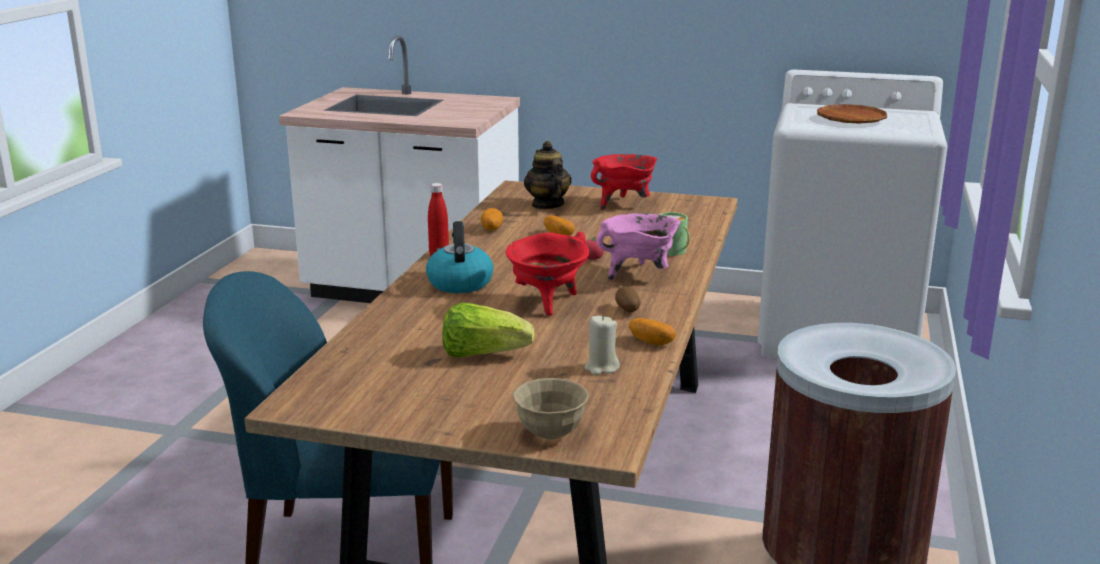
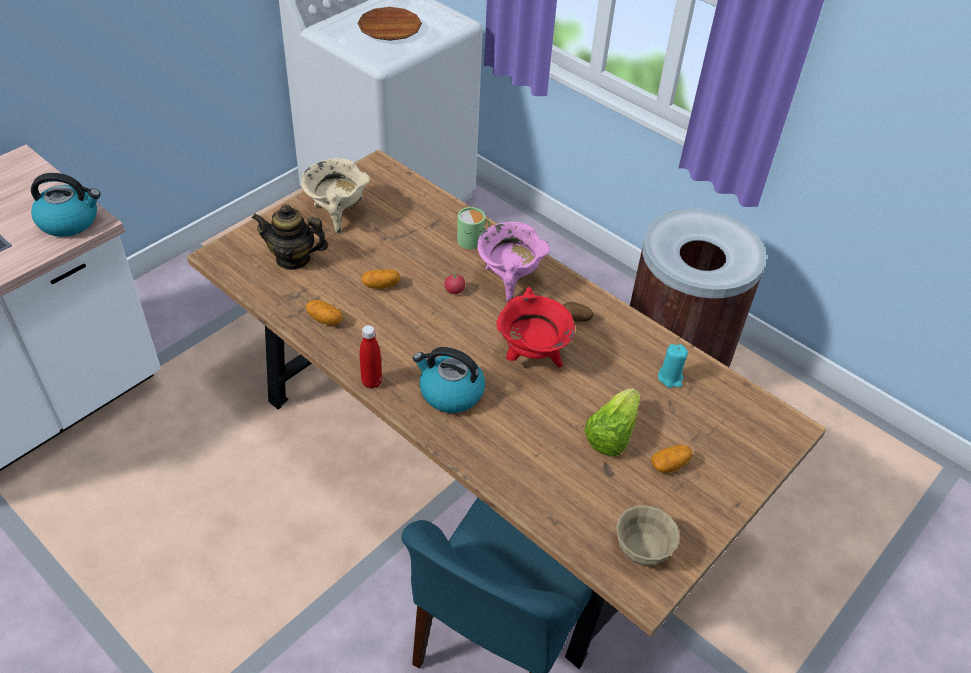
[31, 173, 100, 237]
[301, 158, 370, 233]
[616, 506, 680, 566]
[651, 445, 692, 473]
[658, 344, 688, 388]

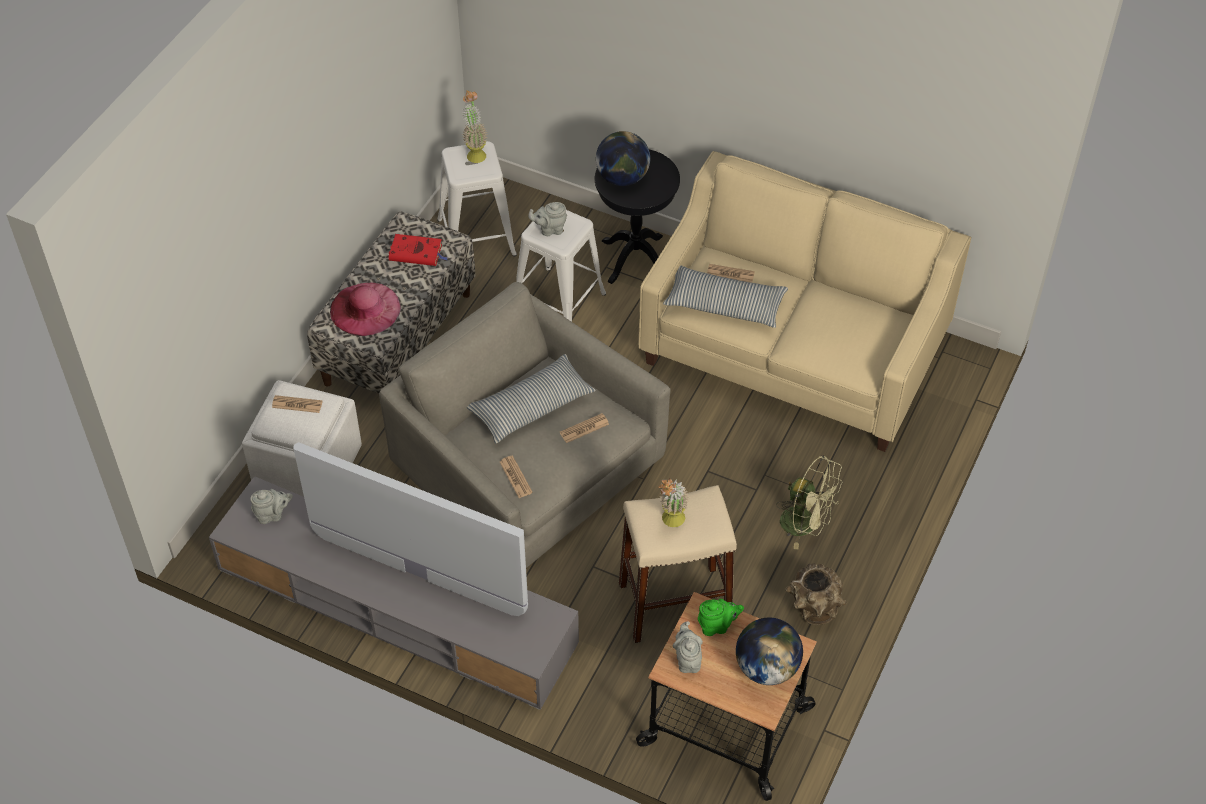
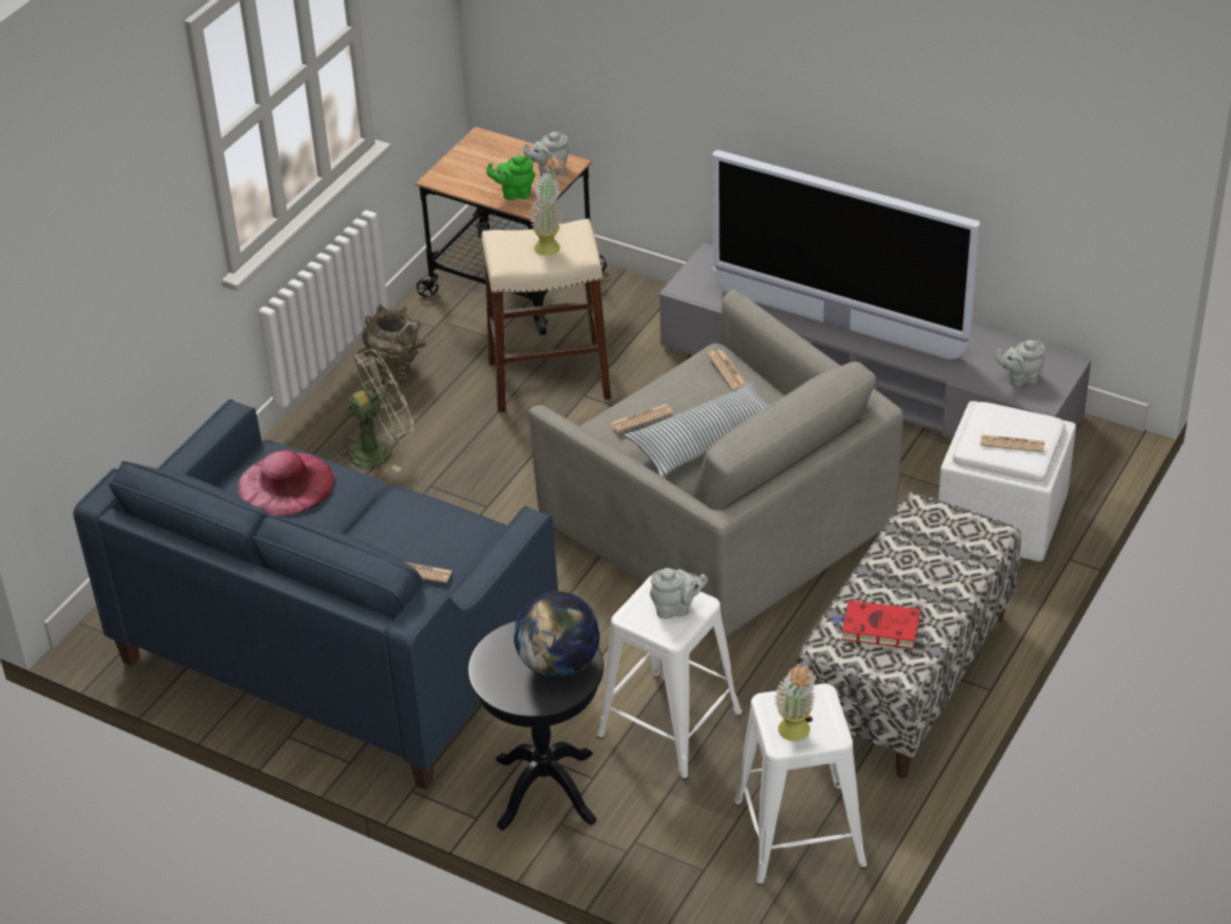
[73, 399, 558, 790]
[238, 450, 335, 517]
[334, 349, 413, 472]
[523, 132, 569, 177]
[663, 265, 788, 328] (first image)
[736, 618, 803, 685] (first image)

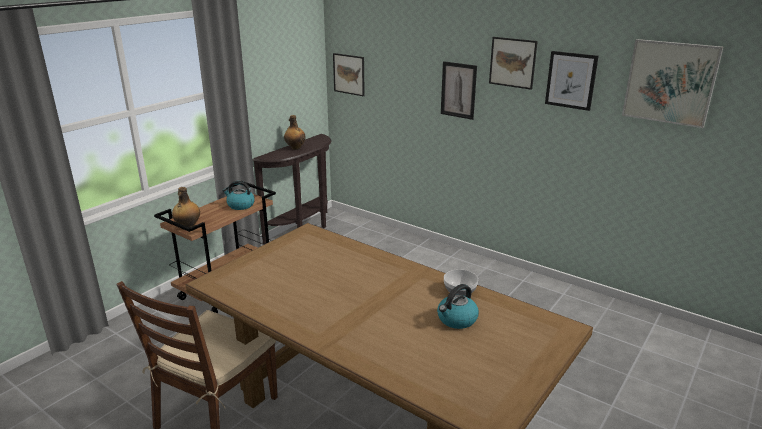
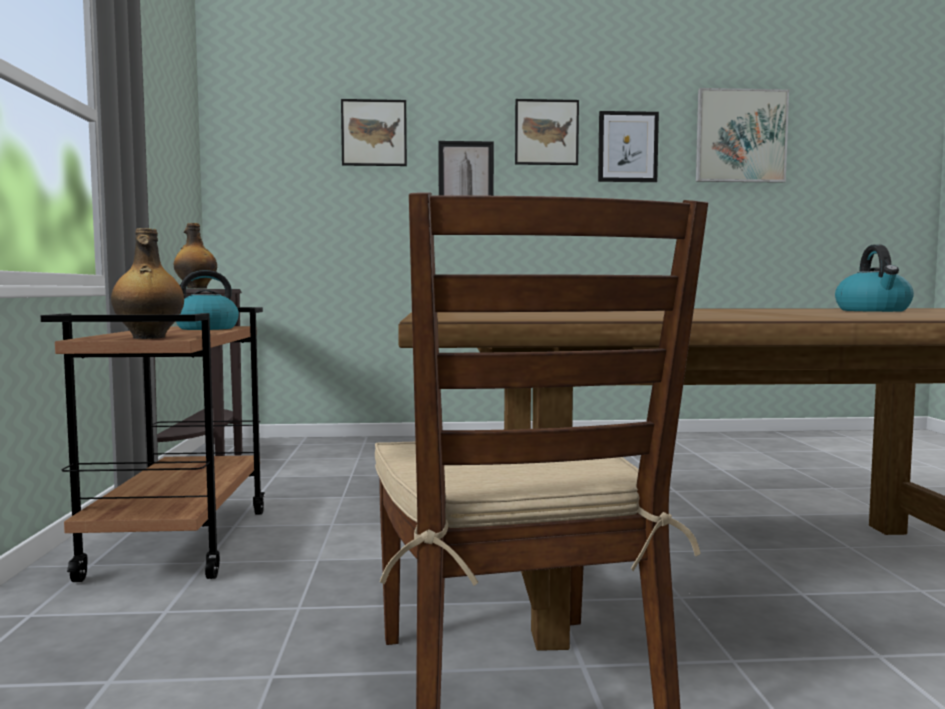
[341, 99, 407, 166]
[444, 269, 478, 296] (first image)

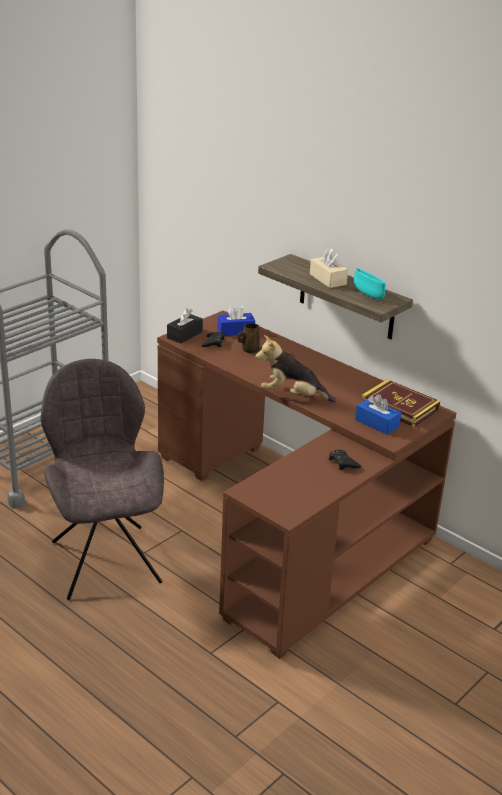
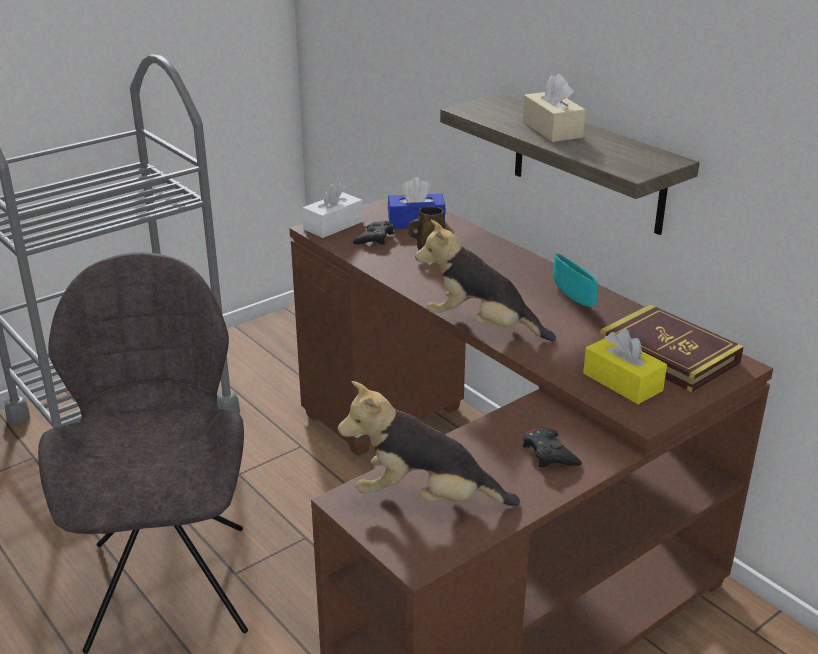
[302, 182, 363, 238]
[338, 381, 520, 506]
[553, 254, 598, 307]
[583, 329, 667, 404]

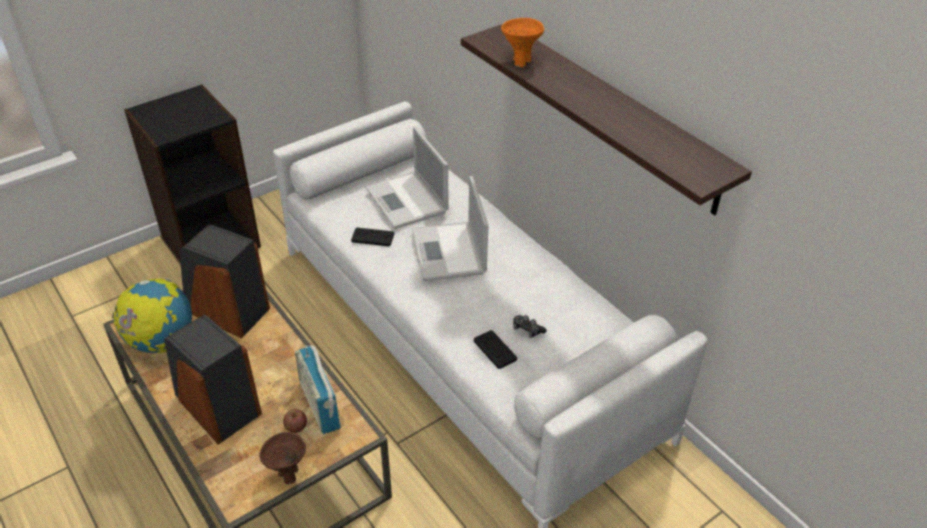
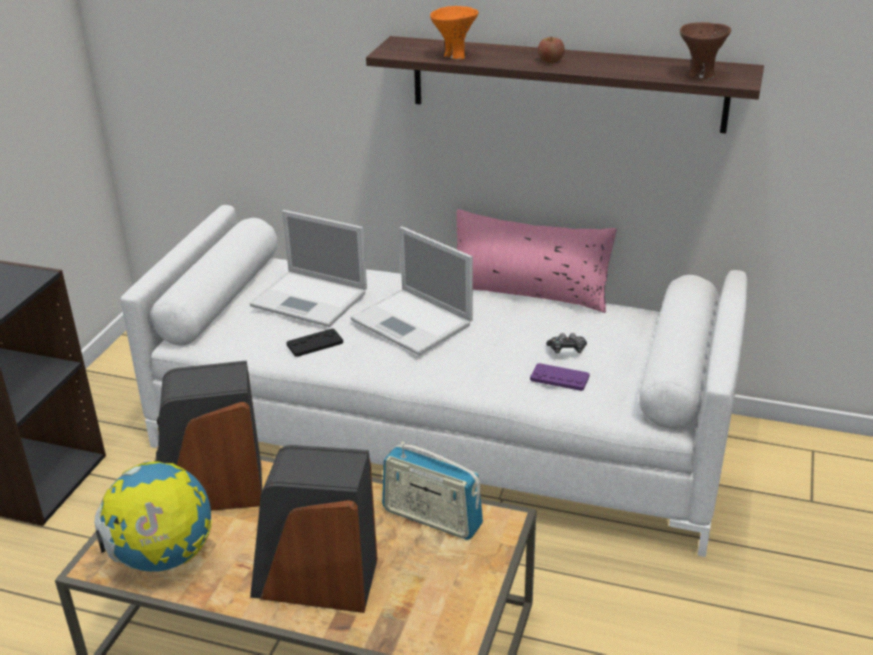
[456, 209, 617, 313]
[530, 363, 590, 391]
[538, 37, 565, 63]
[680, 22, 731, 79]

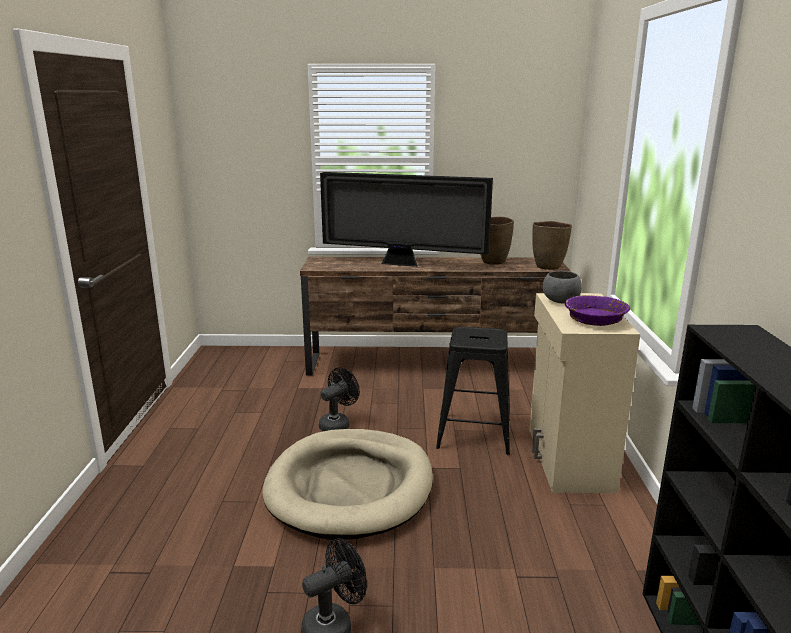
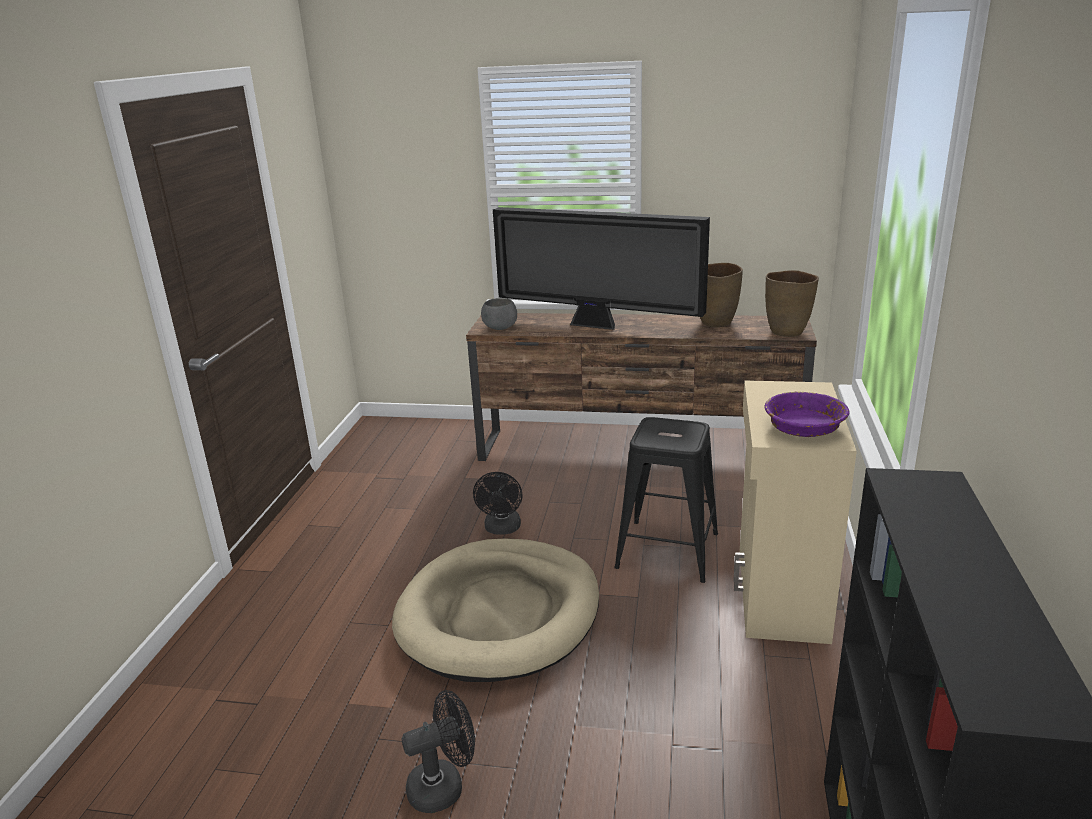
[473, 472, 523, 535]
[481, 298, 517, 330]

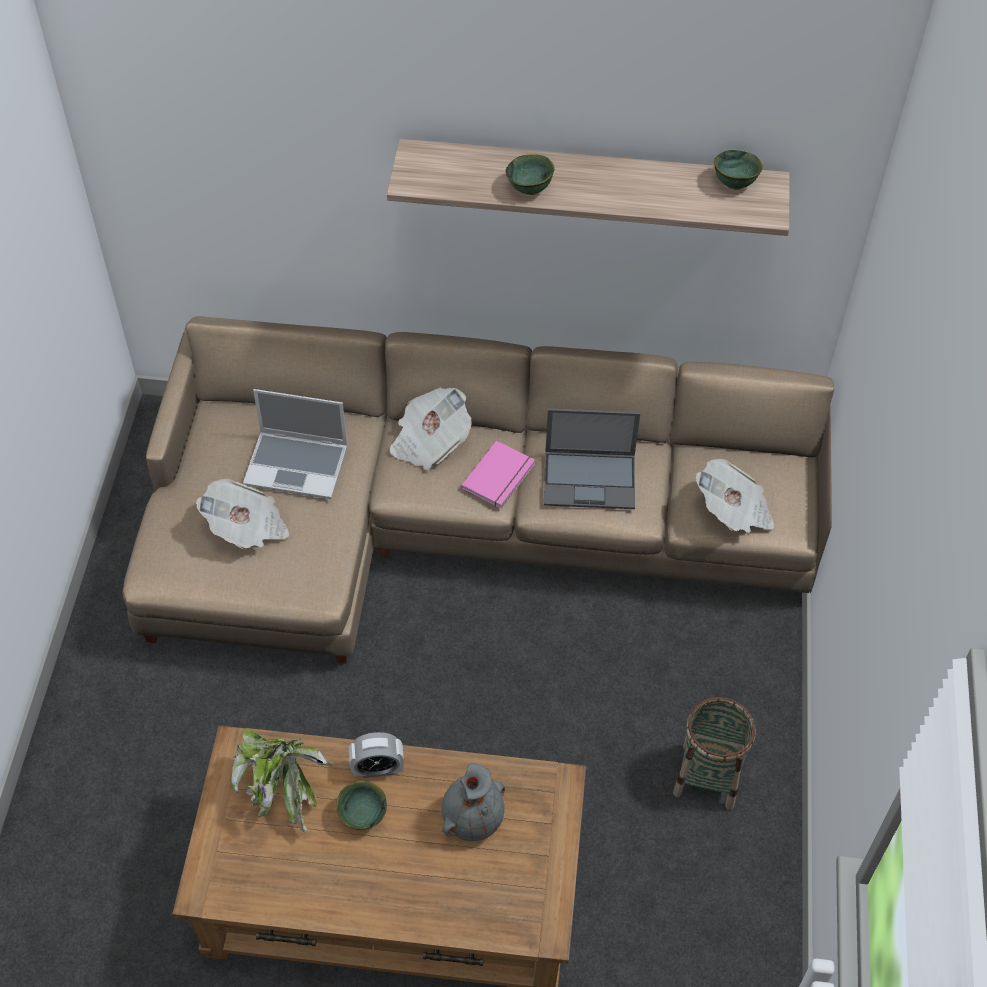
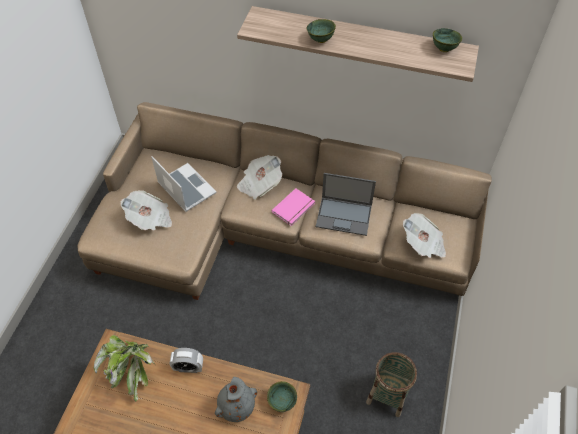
[151, 156, 217, 212]
[267, 381, 297, 412]

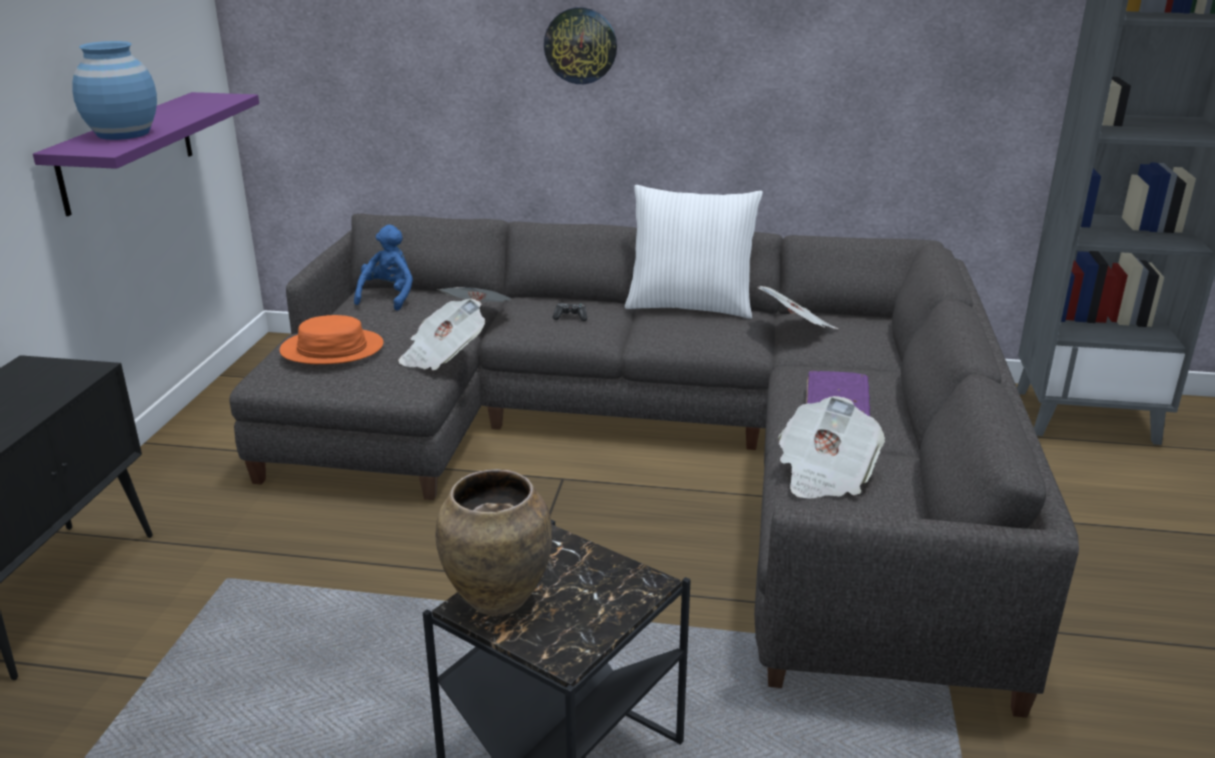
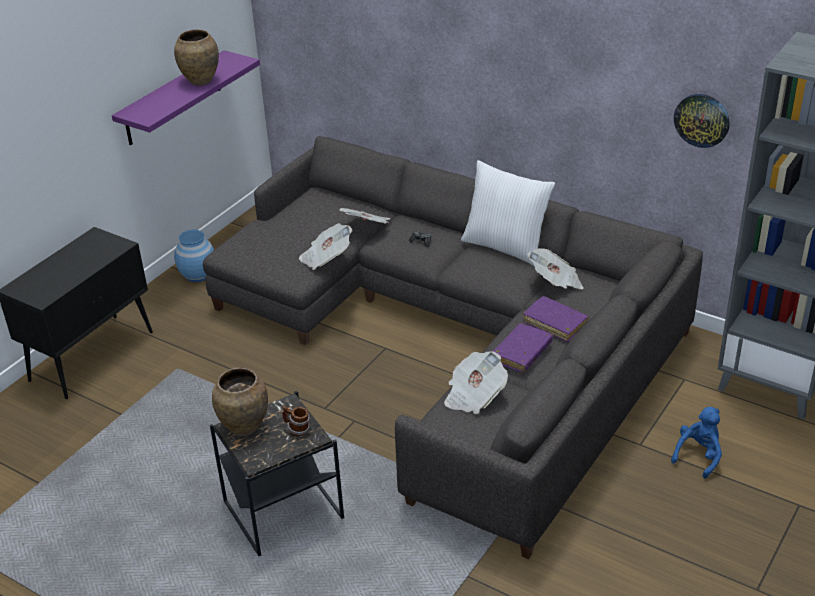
[174, 29, 219, 86]
[174, 230, 214, 282]
[282, 406, 310, 436]
[523, 296, 589, 342]
[671, 407, 722, 478]
[674, 94, 730, 148]
[280, 315, 384, 364] (first image)

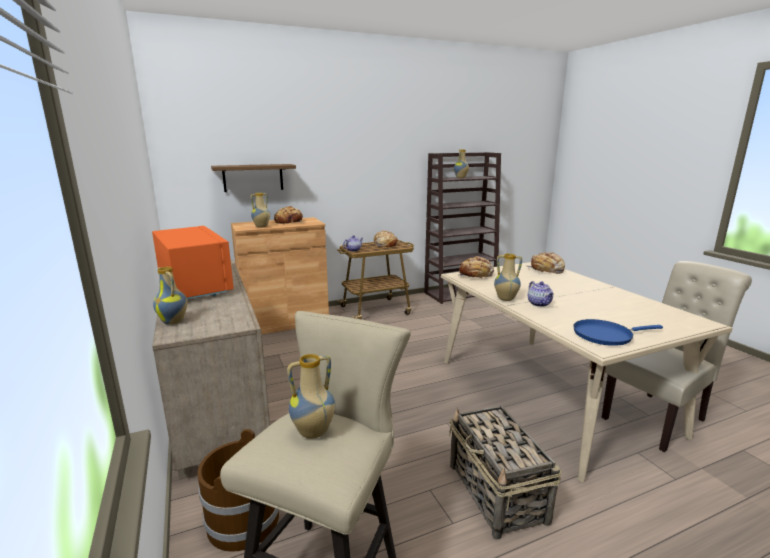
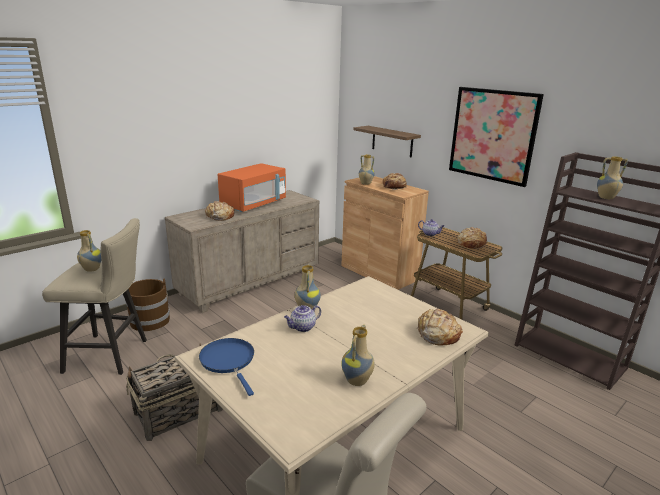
[205, 201, 234, 221]
[341, 325, 375, 386]
[449, 87, 544, 187]

